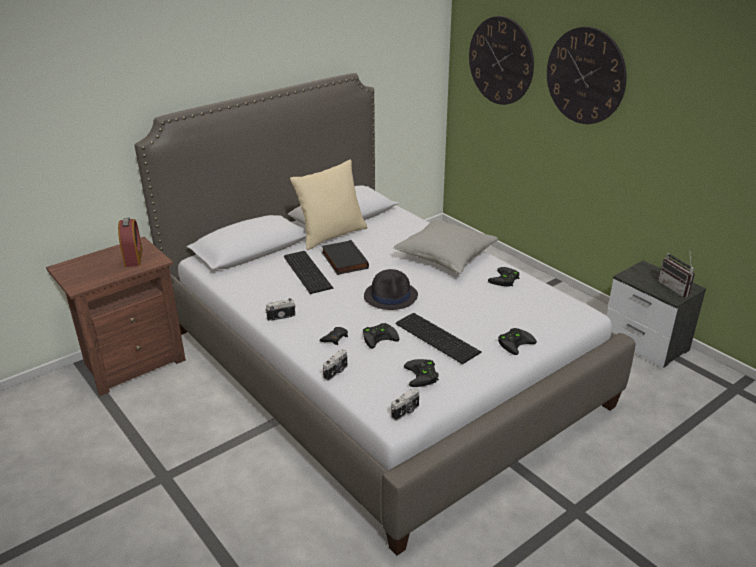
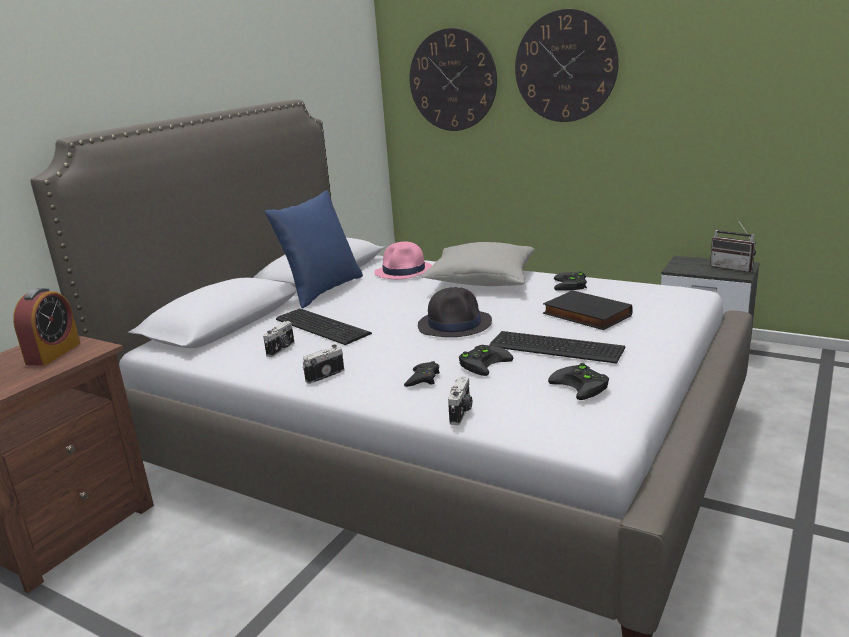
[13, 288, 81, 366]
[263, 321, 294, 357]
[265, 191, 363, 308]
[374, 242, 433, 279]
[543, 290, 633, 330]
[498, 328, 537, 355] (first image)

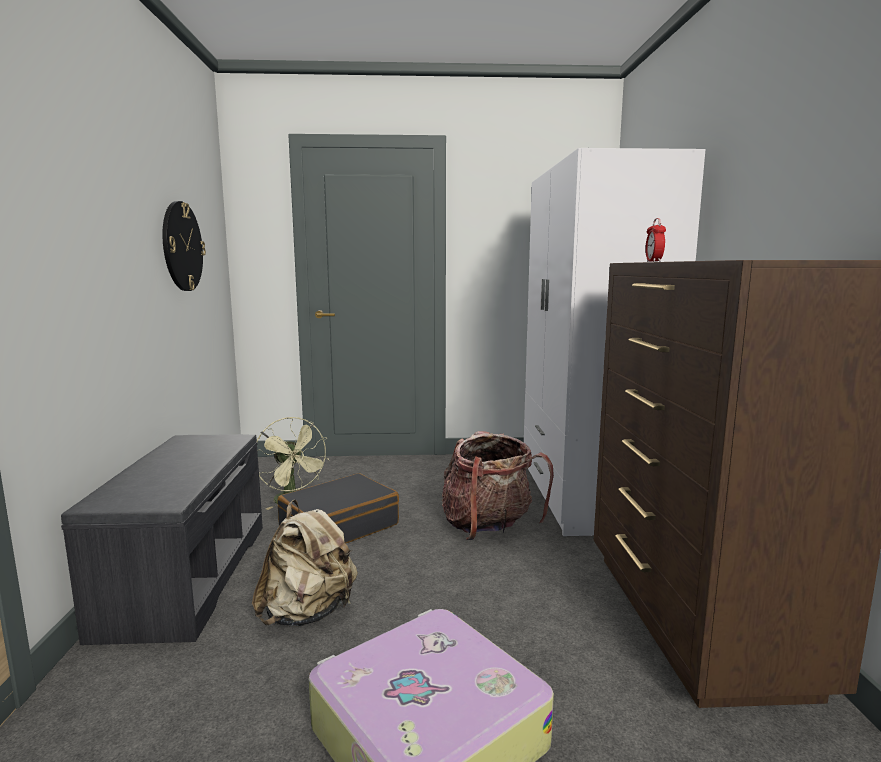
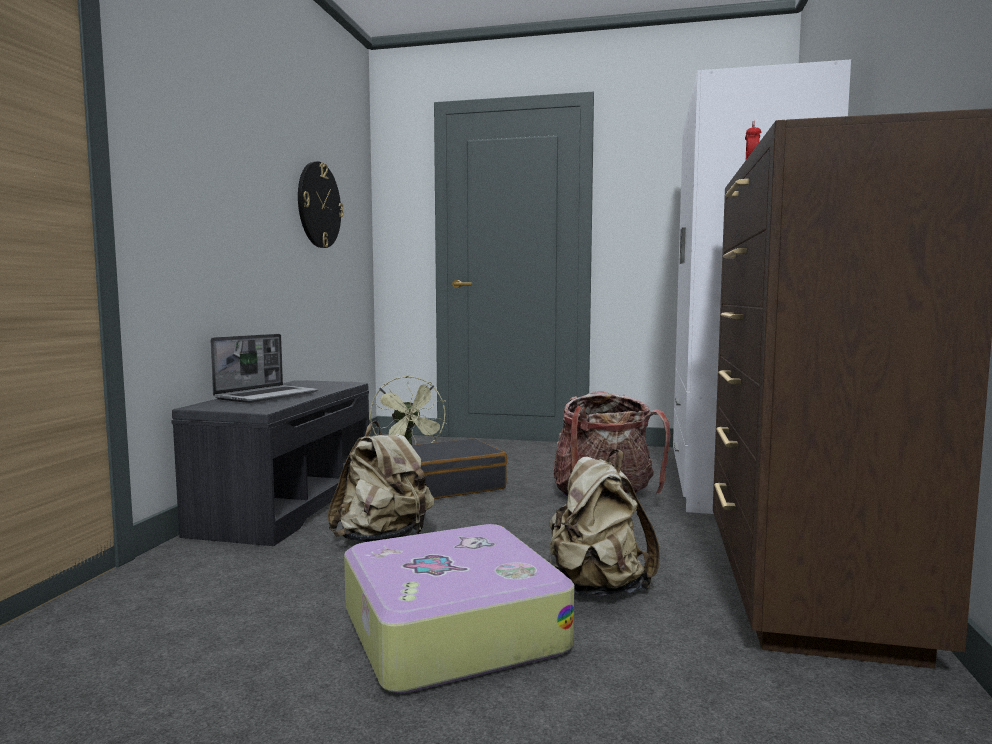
[210, 334, 319, 403]
[550, 450, 660, 595]

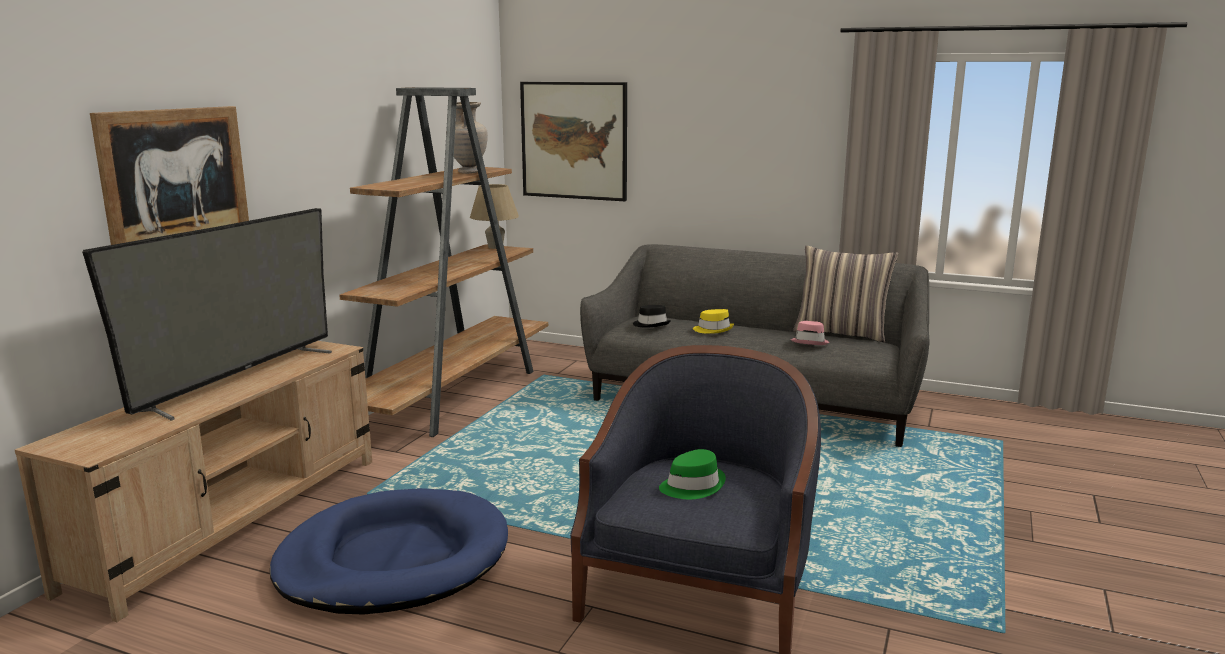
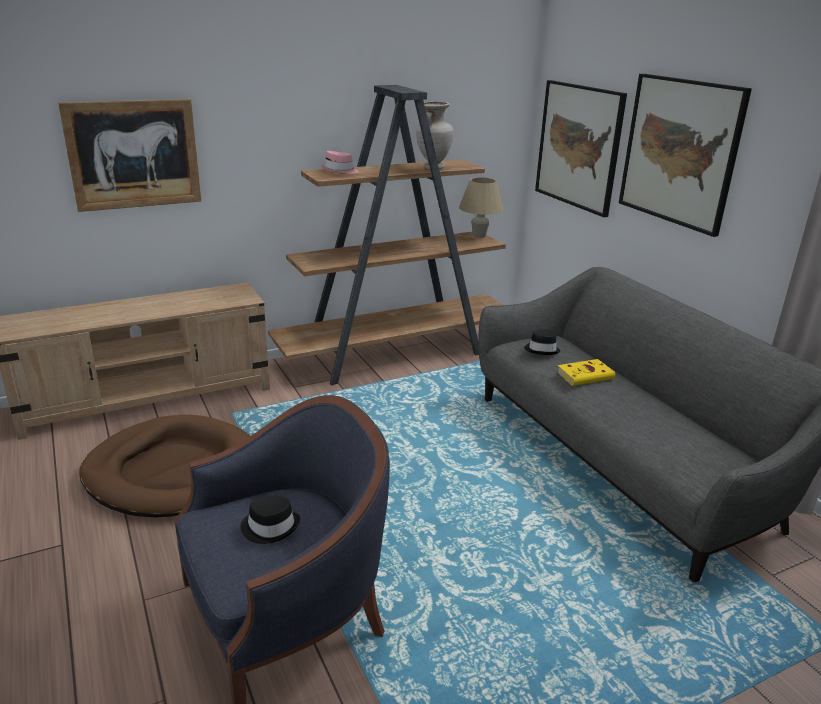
[79, 415, 250, 518]
[241, 496, 300, 544]
[321, 151, 359, 174]
[557, 359, 616, 386]
[619, 74, 752, 237]
[82, 208, 332, 421] (first image)
[793, 245, 898, 342] (first image)

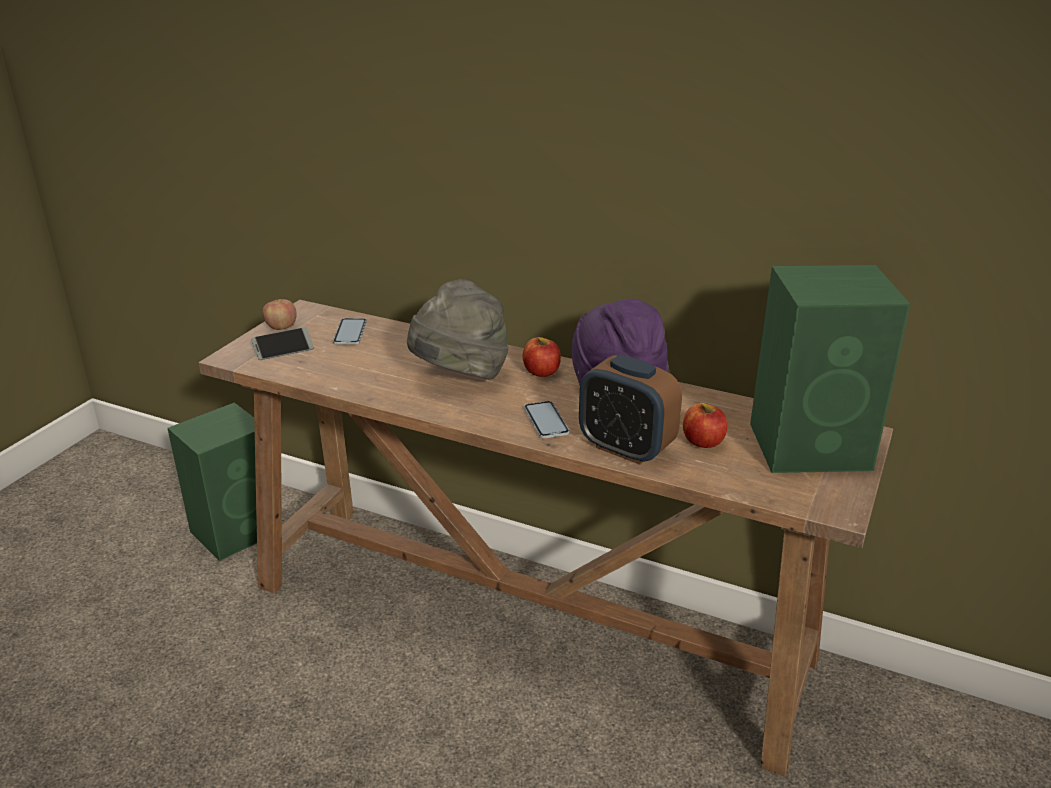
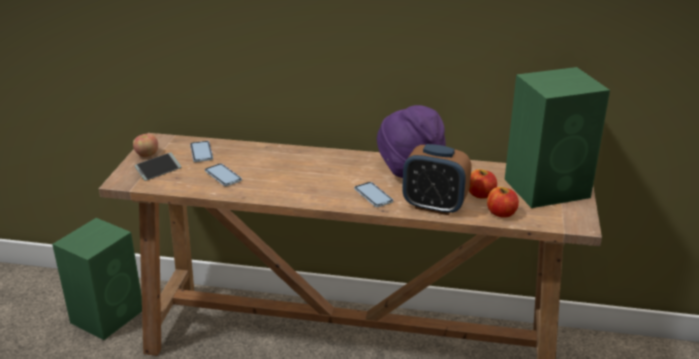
[205, 163, 242, 186]
[487, 187, 519, 218]
[407, 279, 509, 379] (first image)

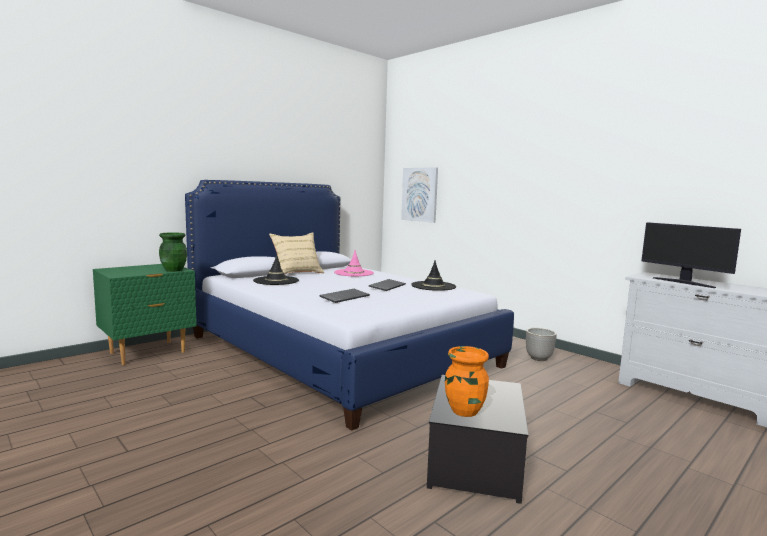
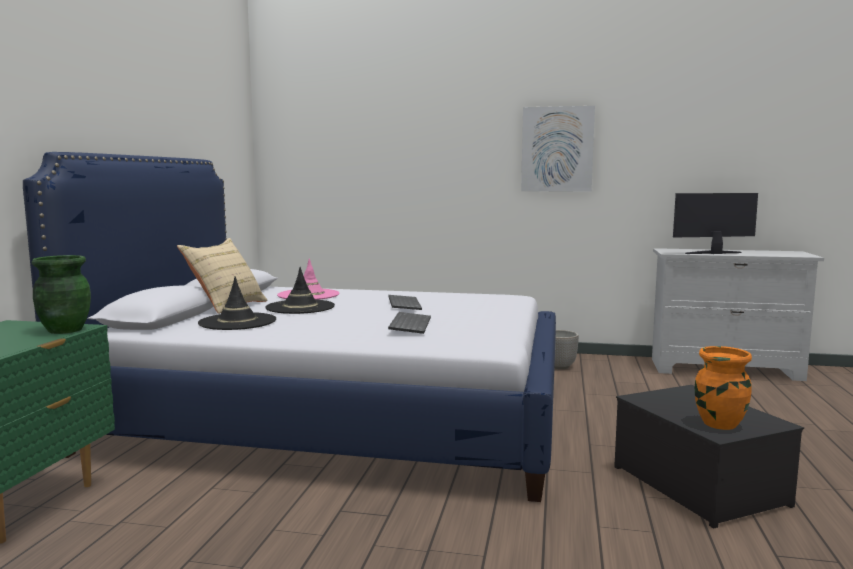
[265, 267, 335, 314]
[521, 106, 595, 192]
[673, 193, 758, 254]

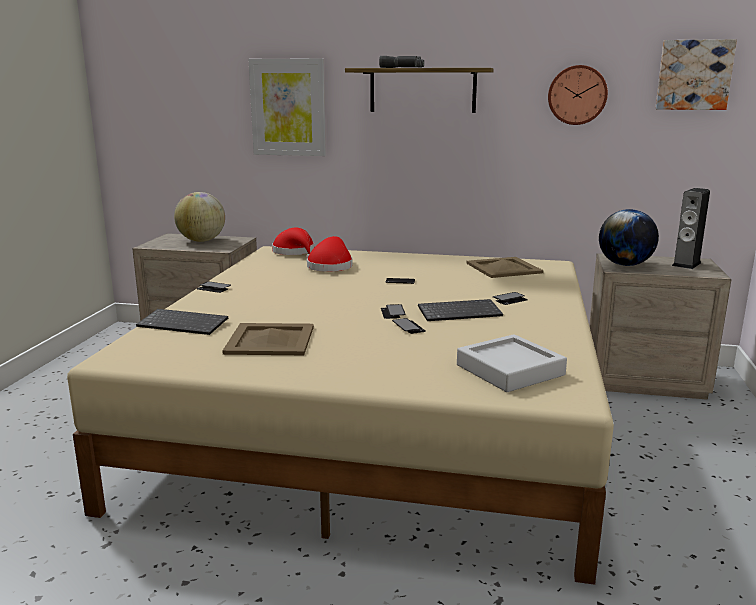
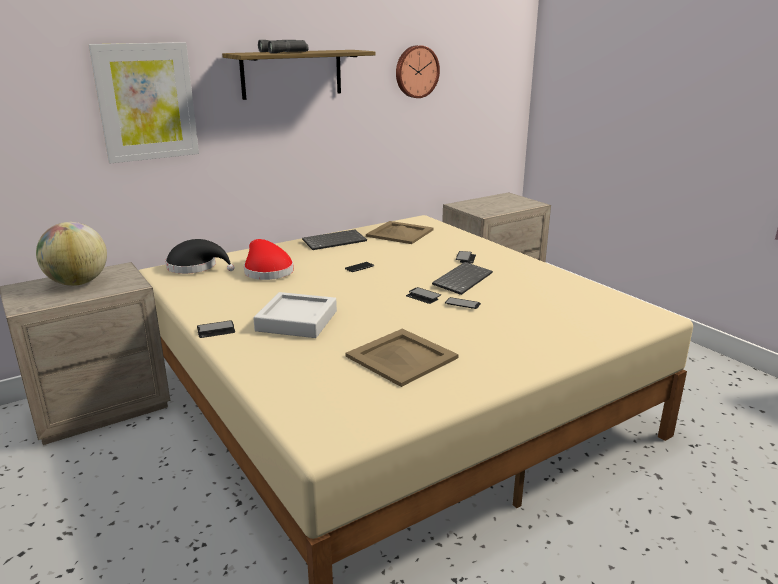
[165, 239, 235, 274]
[253, 292, 337, 338]
[302, 229, 367, 250]
[599, 209, 659, 266] (first image)
[655, 39, 737, 110] (first image)
[672, 188, 710, 269] (first image)

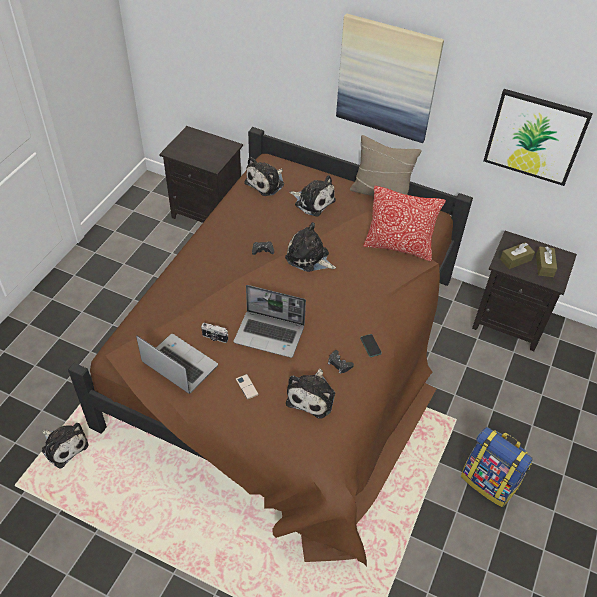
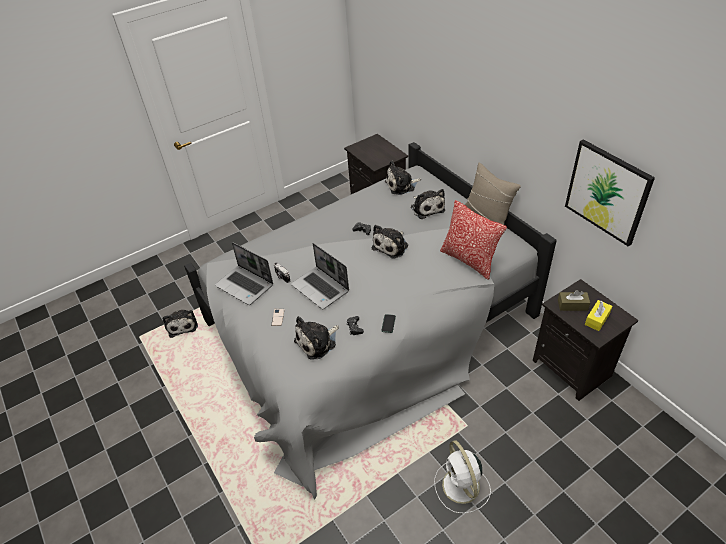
[184, 142, 557, 500]
[215, 242, 273, 305]
[372, 225, 408, 259]
[434, 440, 491, 514]
[585, 300, 613, 331]
[336, 14, 444, 143] (first image)

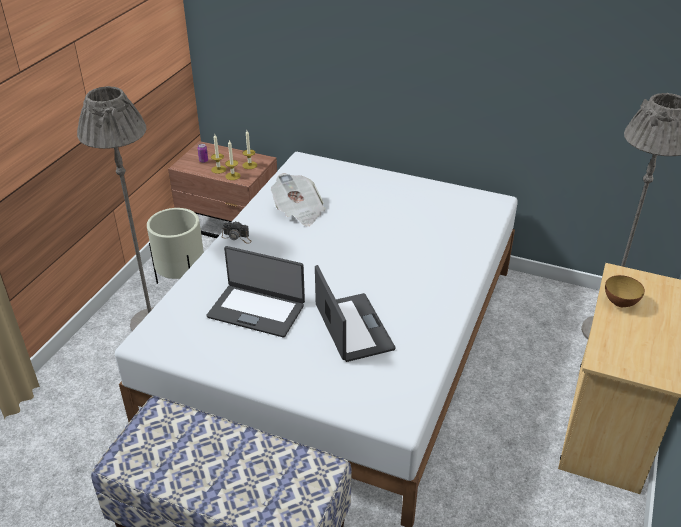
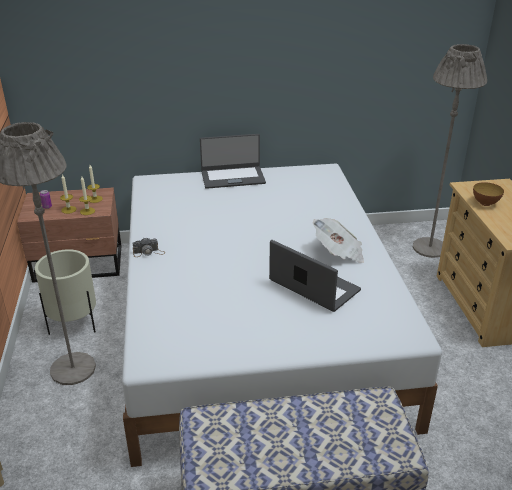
[200, 134, 266, 189]
[313, 218, 364, 263]

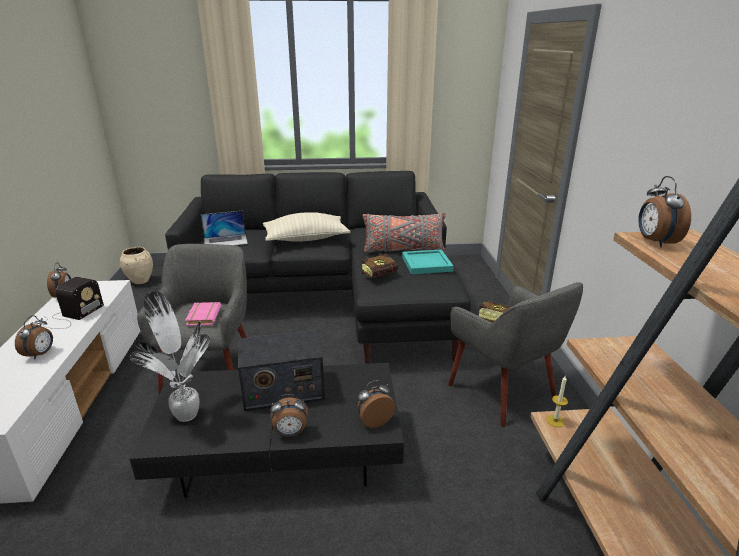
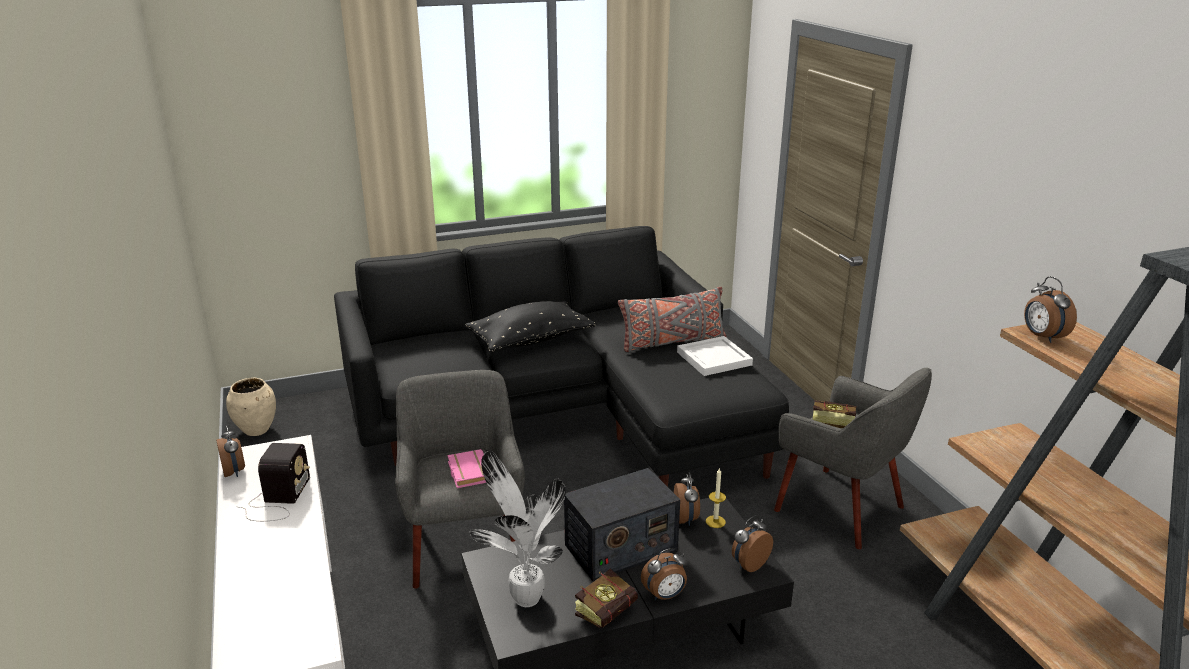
[465, 301, 596, 352]
[575, 569, 638, 628]
[674, 472, 700, 526]
[677, 336, 753, 376]
[706, 467, 726, 528]
[201, 211, 248, 245] (first image)

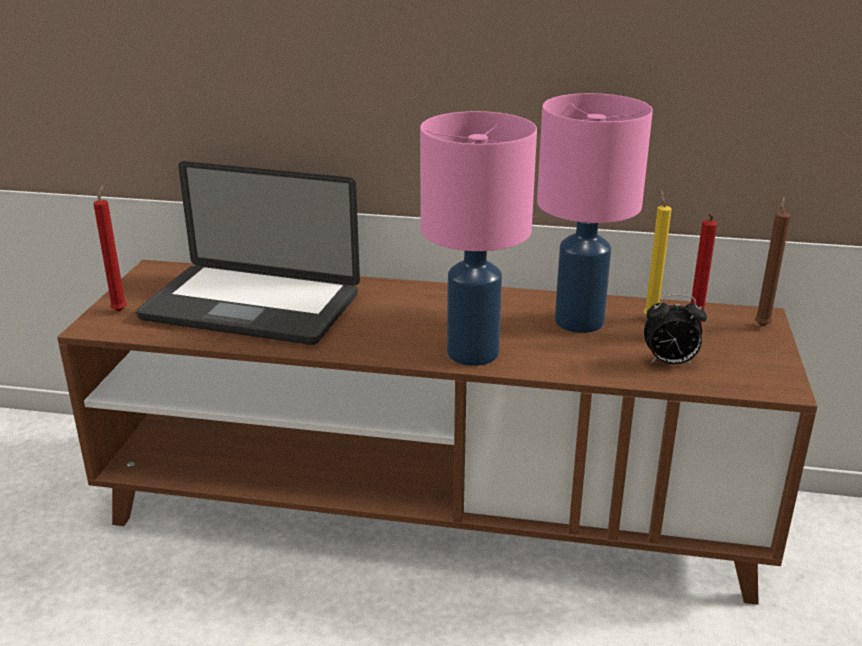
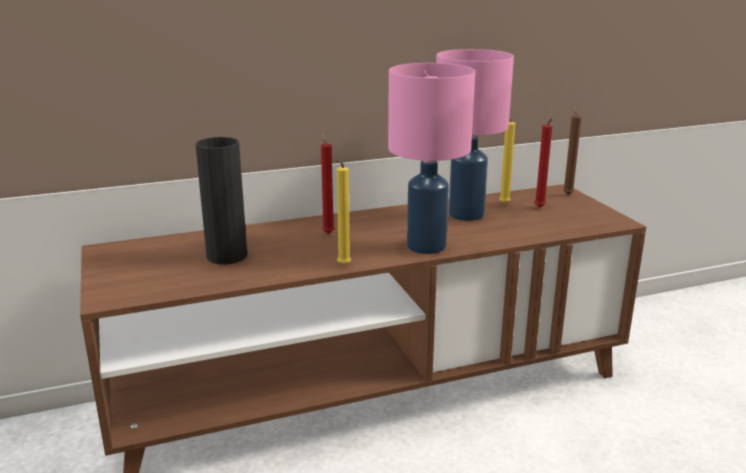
[195, 137, 247, 264]
[321, 132, 335, 234]
[335, 160, 351, 265]
[644, 295, 707, 365] (first image)

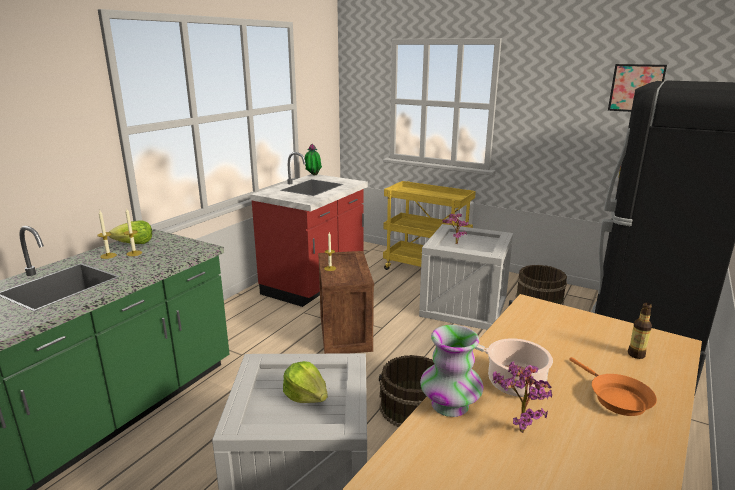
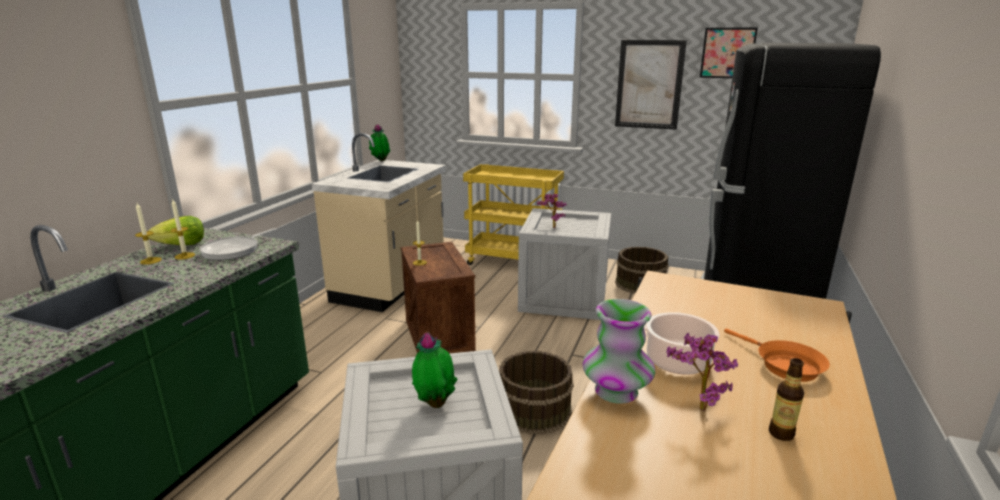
[200, 228, 276, 260]
[312, 133, 446, 312]
[412, 332, 458, 408]
[615, 40, 687, 130]
[769, 358, 804, 441]

